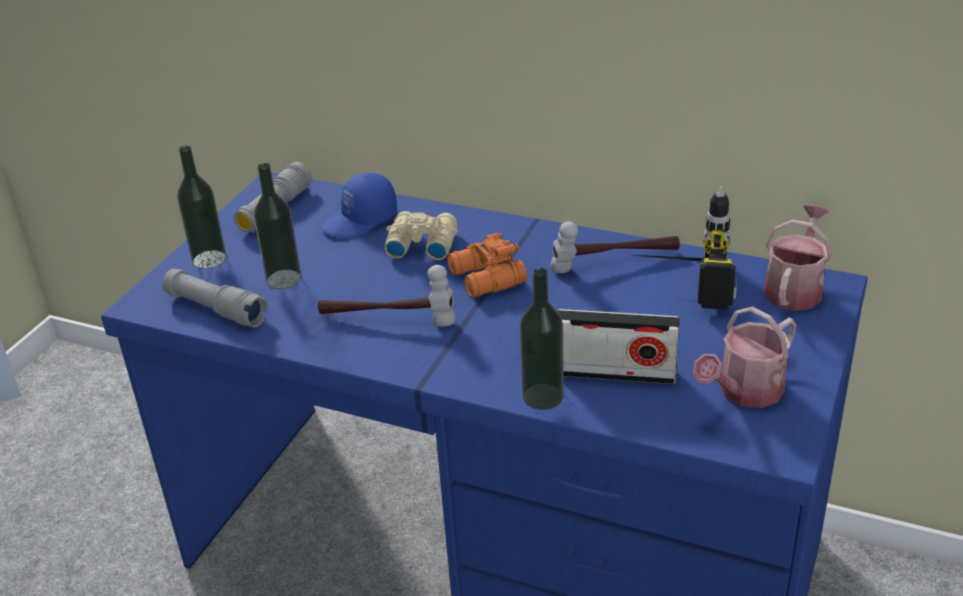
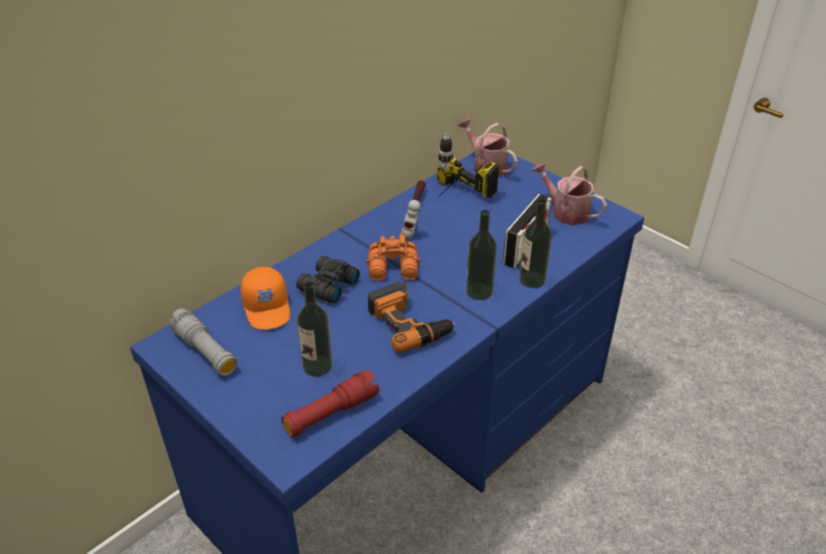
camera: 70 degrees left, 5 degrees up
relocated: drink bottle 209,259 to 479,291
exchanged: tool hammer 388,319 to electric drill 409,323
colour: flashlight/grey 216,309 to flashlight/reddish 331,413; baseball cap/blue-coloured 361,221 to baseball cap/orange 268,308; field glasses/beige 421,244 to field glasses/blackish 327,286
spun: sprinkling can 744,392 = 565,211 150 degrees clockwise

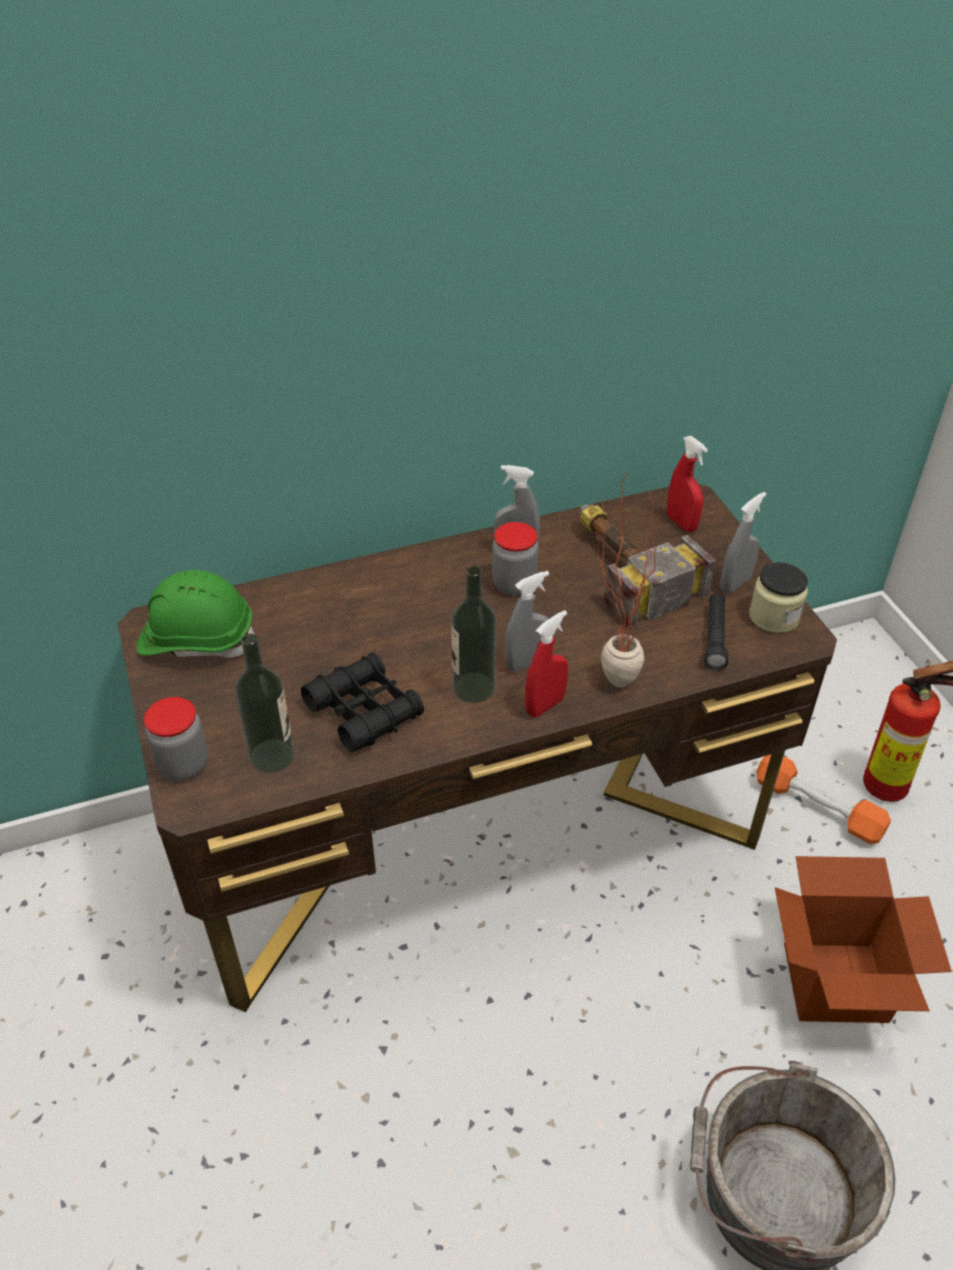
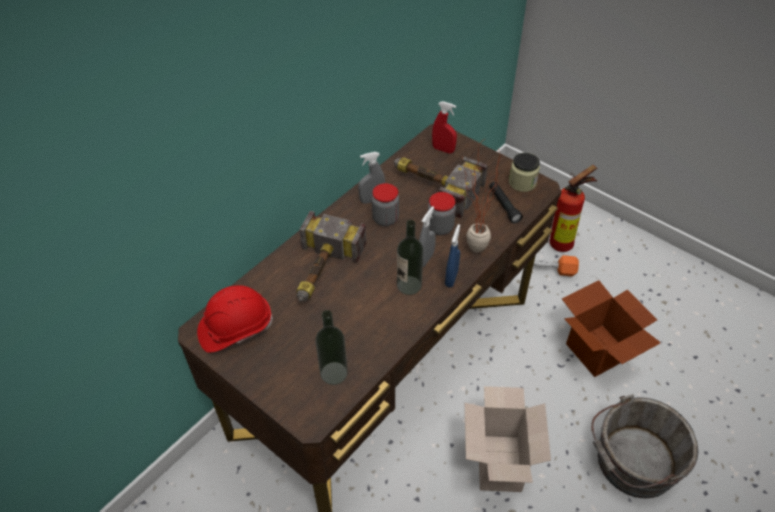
camera: 30 degrees left, 5 degrees up
missing: field glasses/blackish 364,711; sprayer/grey 735,584
appeared: tool hammer 321,272; packing box 497,461
relocated: preserve jar 183,764 to 440,228
colour: safety helmet/green-coloured 197,639 to safety helmet/reddish 235,328; sprayer/reddish 545,705 to sprayer/blue-coloured 451,278

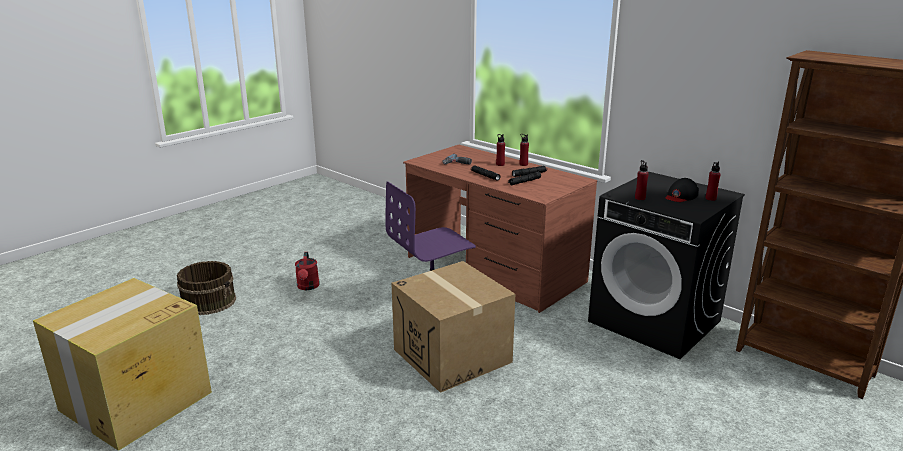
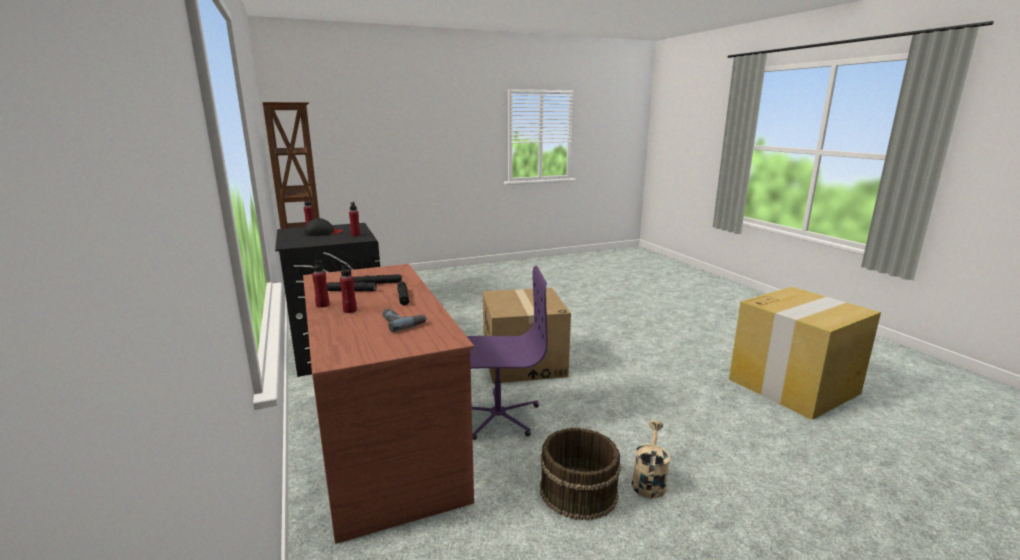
camera: 155 degrees left, 5 degrees down
relocated: water bucket/brown-coloured 209,301 to 577,491
colour: sprinkling can/reddish 308,287 to sprinkling can/beige 649,480

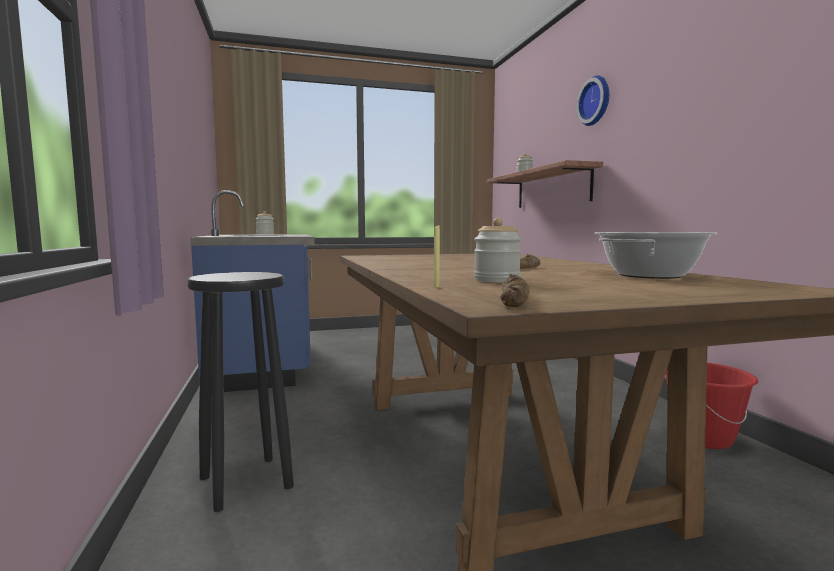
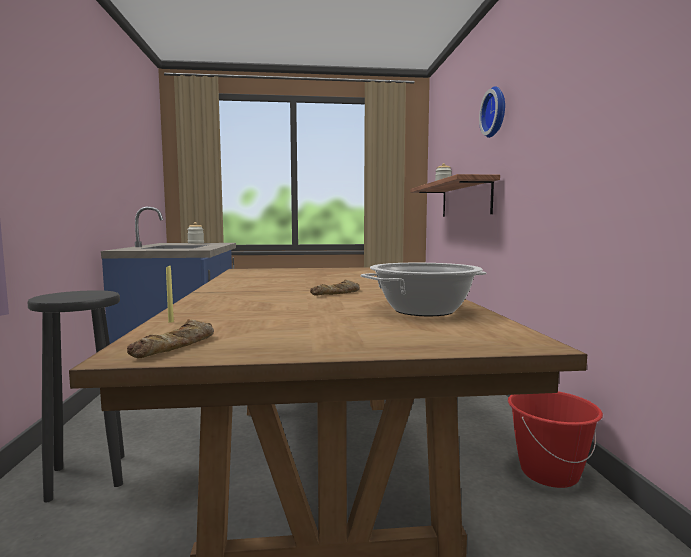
camera: 10 degrees right, 0 degrees up
missing: preserve jar 496,280

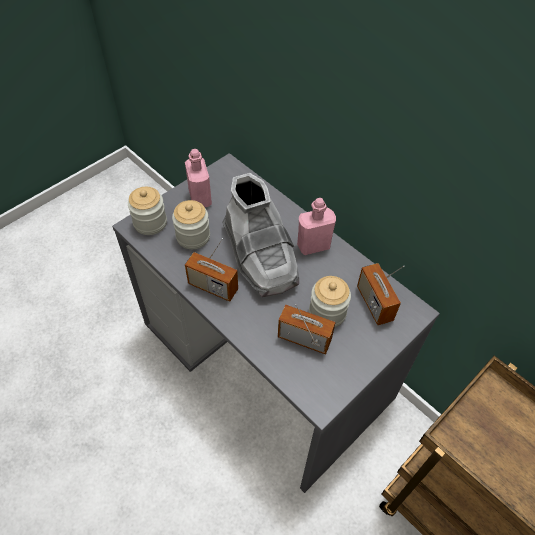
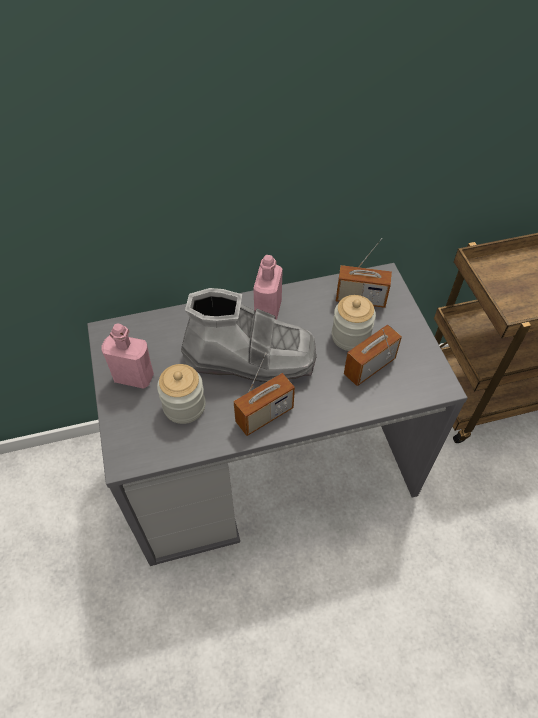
camera: 60 degrees left, 0 degrees up
missing: preserve jar 150,223

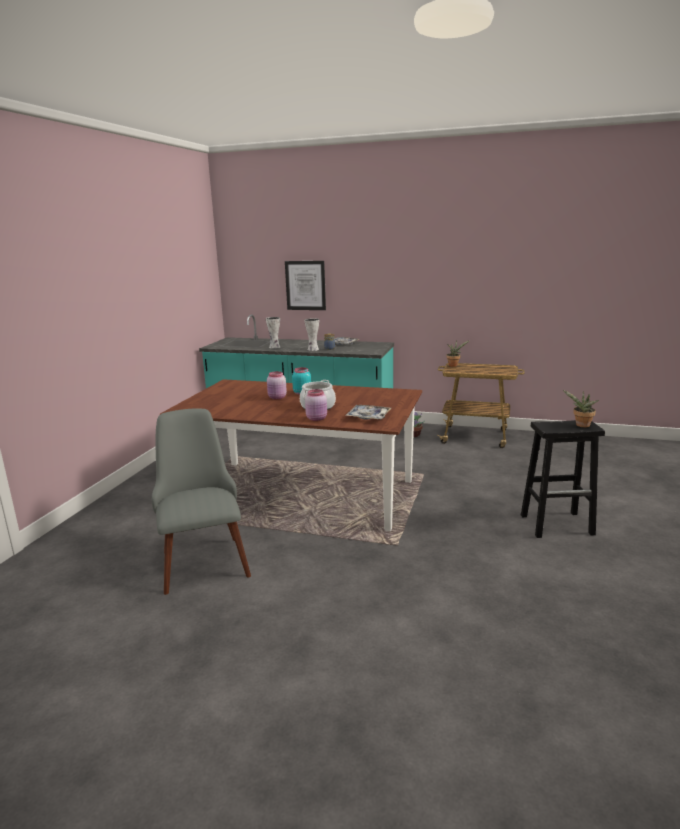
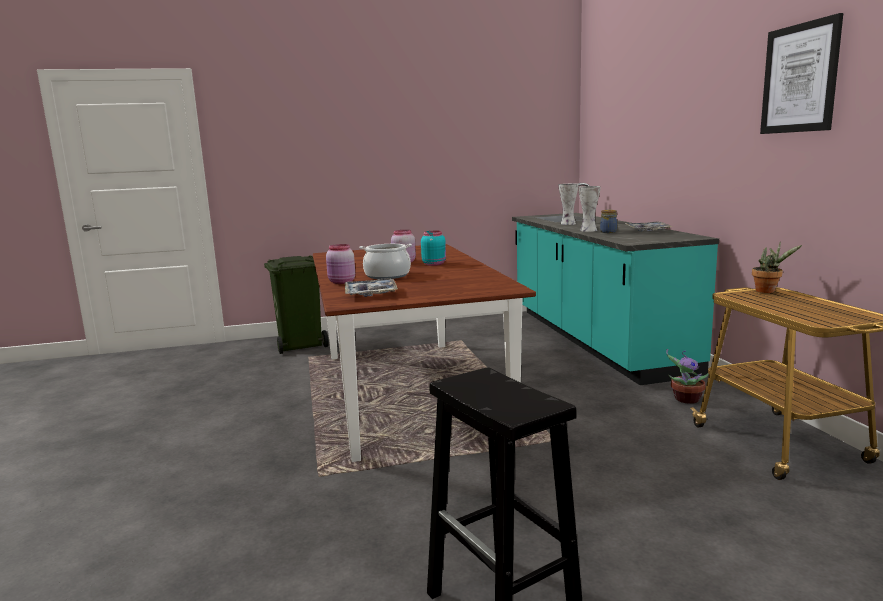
camera: 60 degrees right, 5 degrees down
missing: chair/grey 202,557; potted plant 581,425
appeared: waste bin/green-coloured 301,345
relocated: wall art 305,285 to 800,78

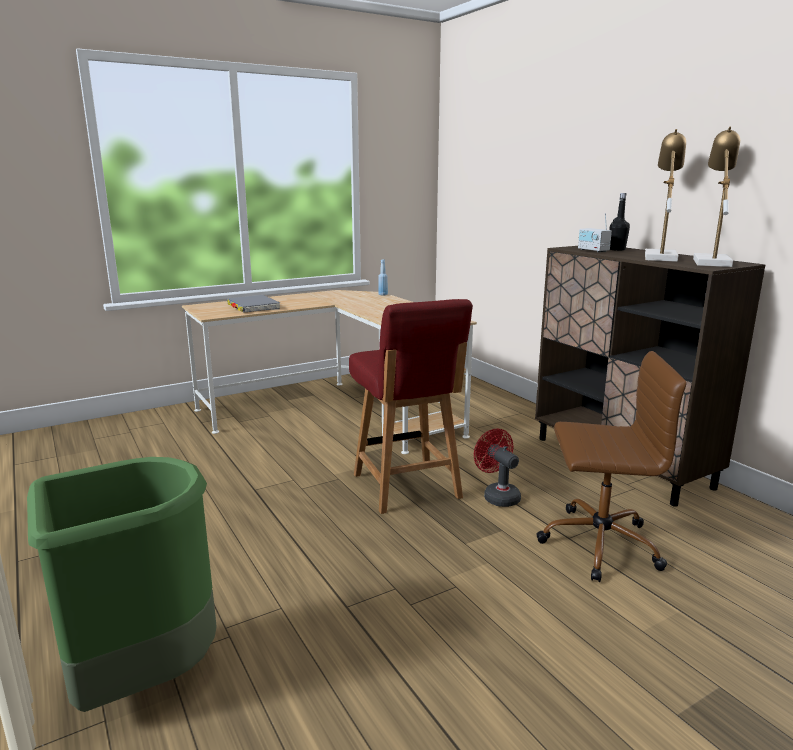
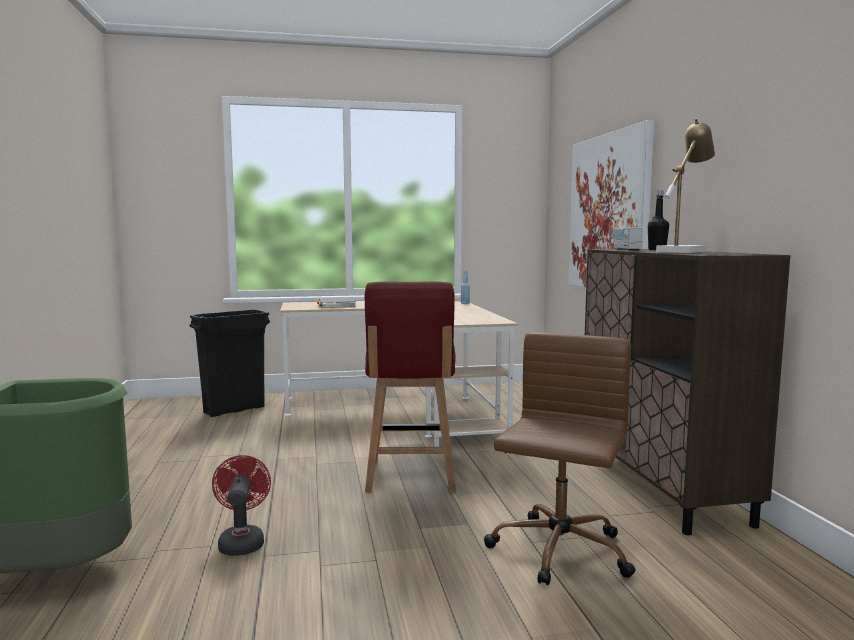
camera: 20 degrees right, 10 degrees down
missing: tabletop lamp 709,261
appeared: waste bin/blackish 234,410; wall art 609,213
relocated: fan/reddish 497,496 to 242,541
spun: desk chair/brown-coloured 597,543 = 558,552 90 degrees counterclockwise

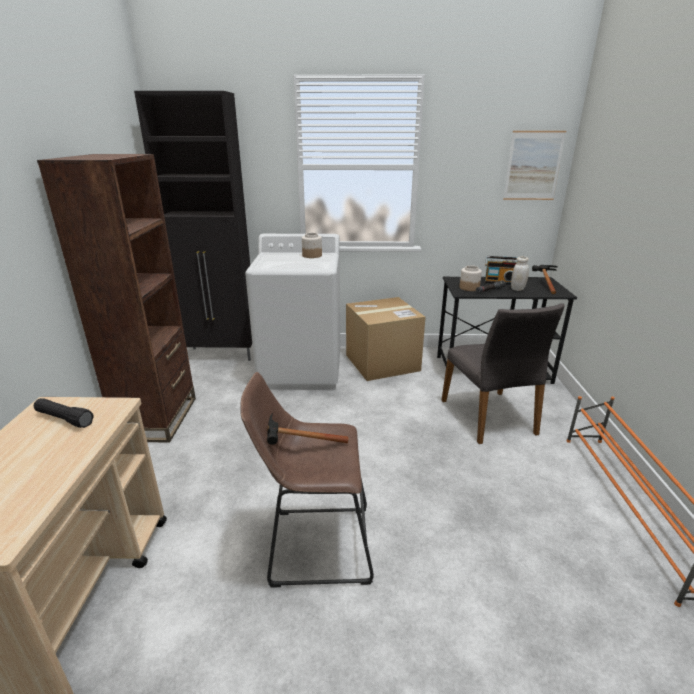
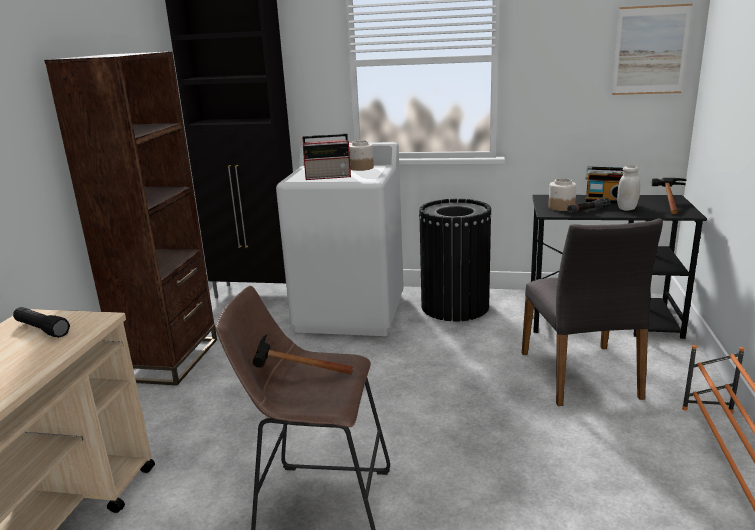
camera: 10 degrees right, 5 degrees down
appeared: radio set 329,176
exchanged: packing box 382,362 to waste bin/blackish 455,306

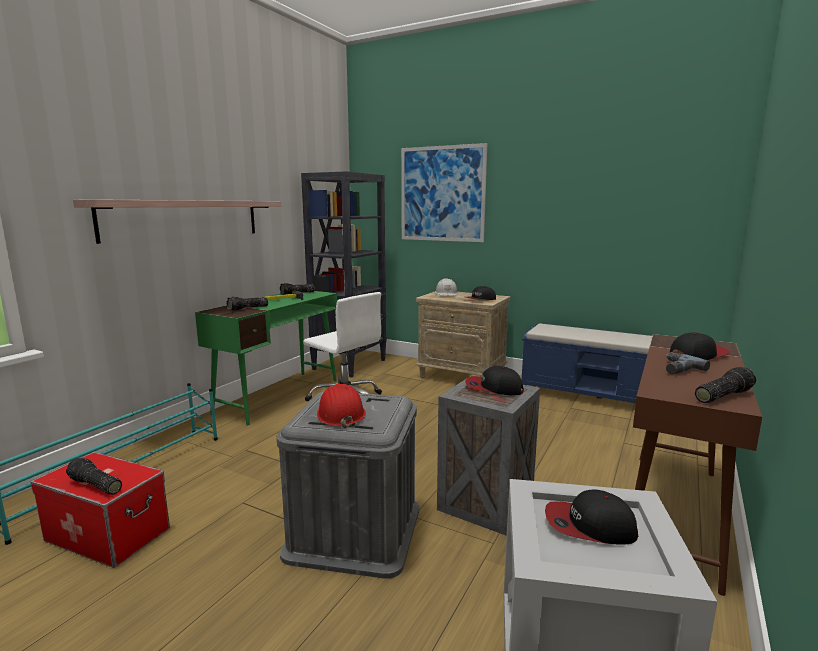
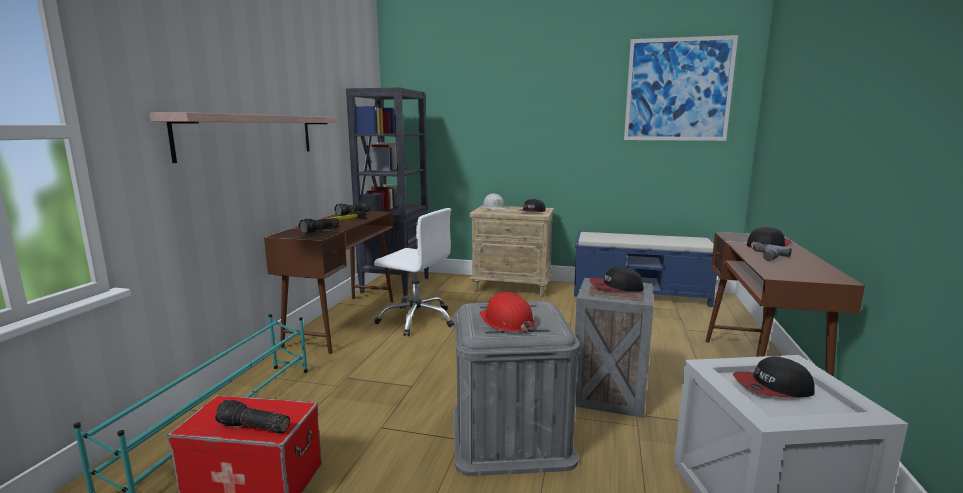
camera: 15 degrees left, 0 degrees up
missing: flashlight 721,395
relocated: wall art 442,194 to 678,90
colour: desk unit/green-coloured 279,396 to desk unit/brown-coloured 343,321

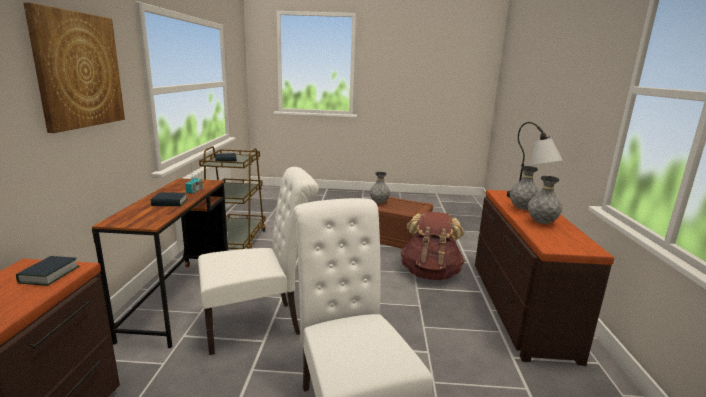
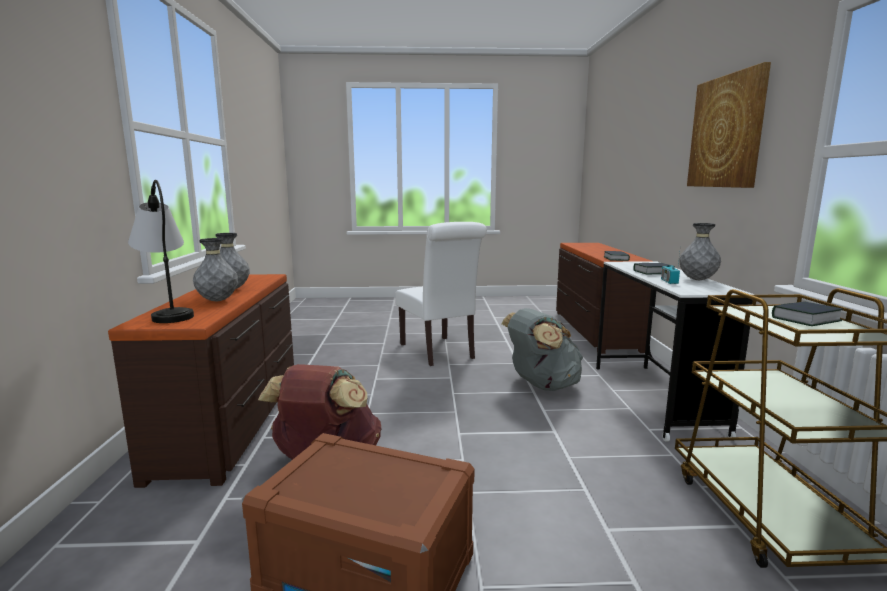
camera: 175 degrees right, 5 degrees down
relocated: flower vase/grey 379,202 to 697,280
exchanged: chair/white-coloured 259,324 to backpack/grey 542,385
colour: desk unit/brown-coloured 180,300 to desk unit/white-coloured 654,398

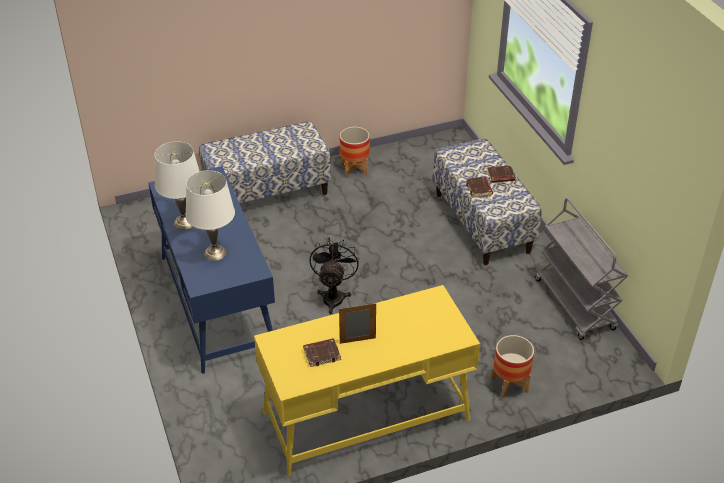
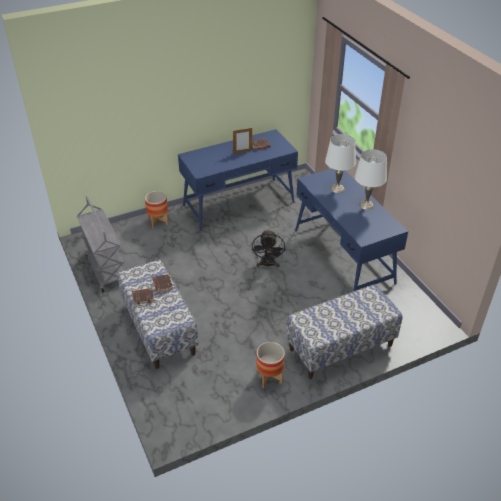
camera: 175 degrees right, 0 degrees up
colour: desk unit/yellow-coloured 365,416 to desk unit/blue-coloured 239,204

